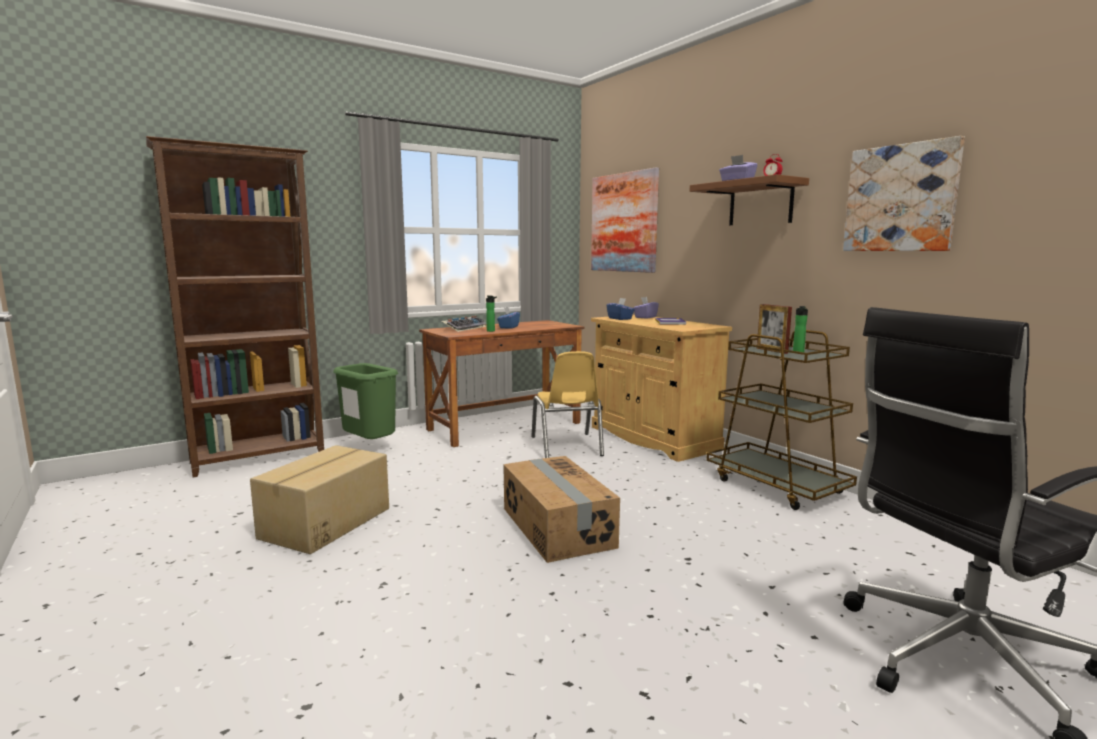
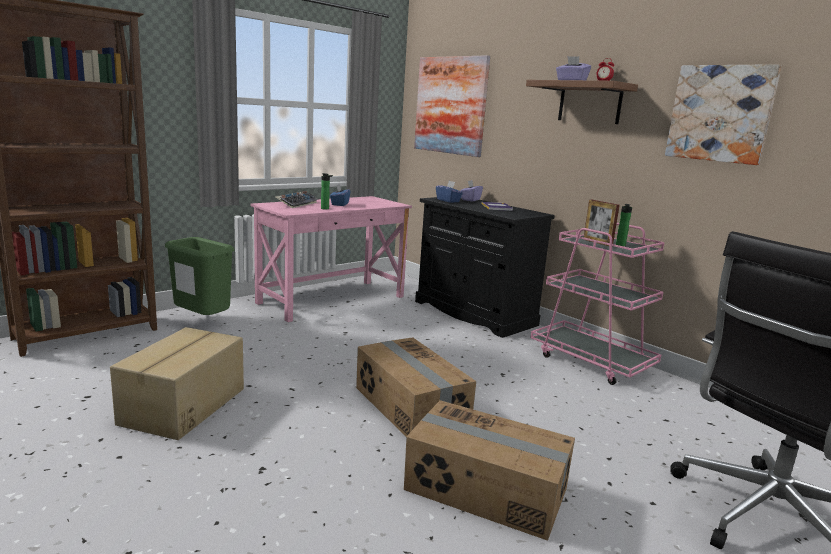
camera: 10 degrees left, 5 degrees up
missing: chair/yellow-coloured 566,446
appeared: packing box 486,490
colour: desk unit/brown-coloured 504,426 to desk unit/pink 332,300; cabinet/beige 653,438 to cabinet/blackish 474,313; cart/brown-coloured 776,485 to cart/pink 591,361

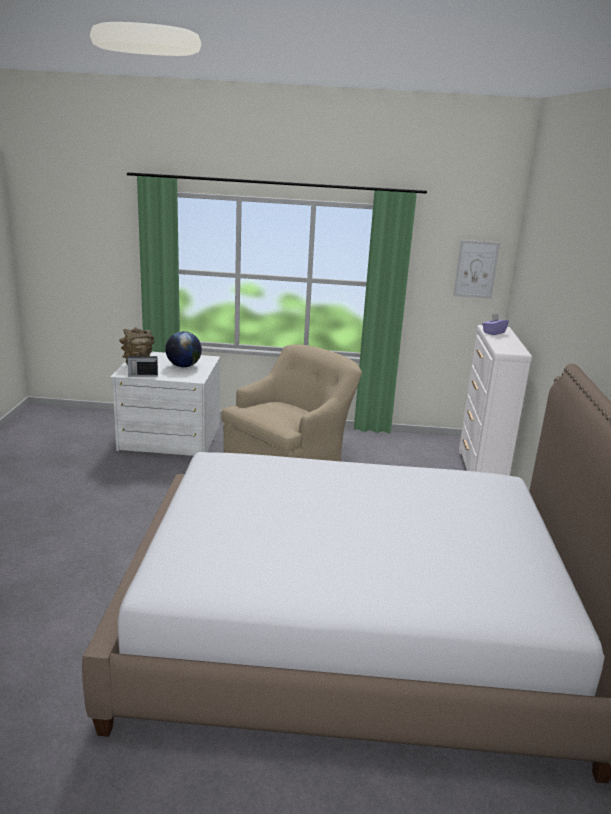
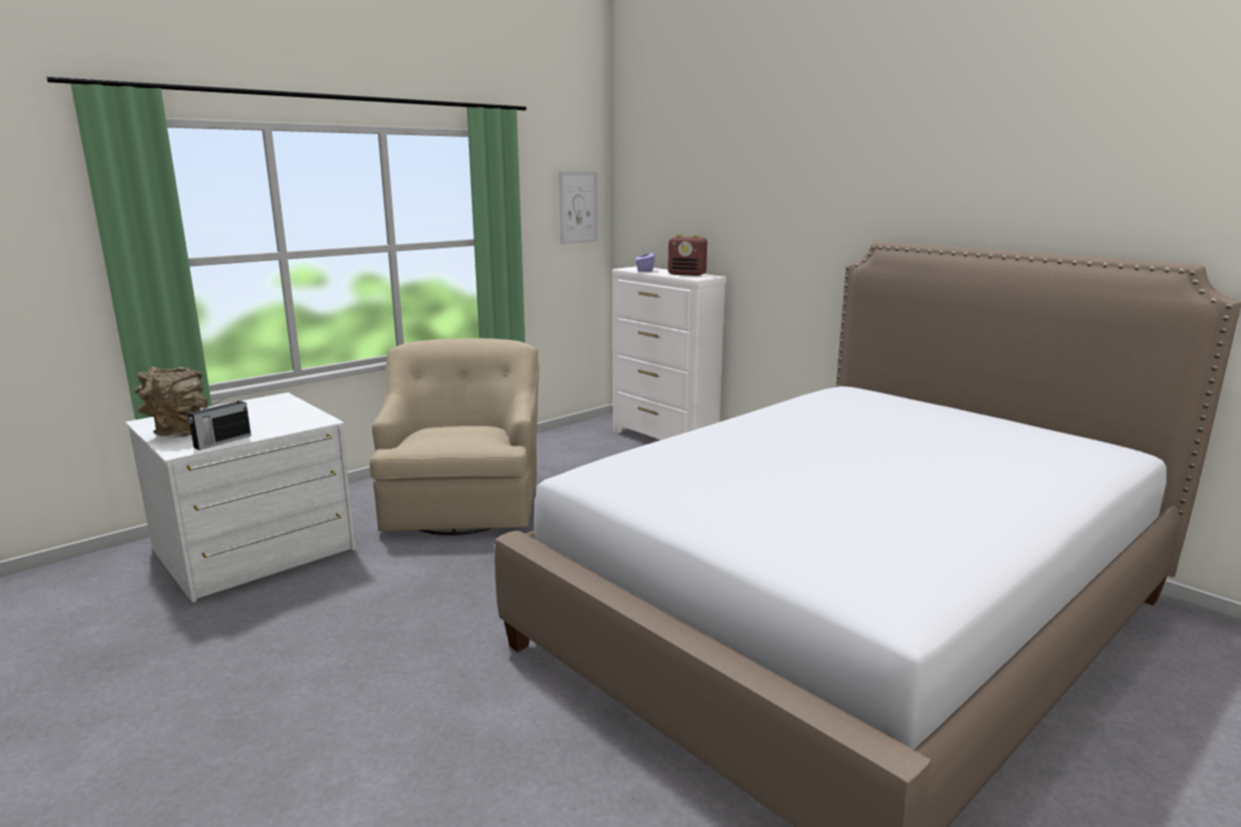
camera: 45 degrees left, 5 degrees down
missing: world globe 183,366
appeared: radio set 687,274

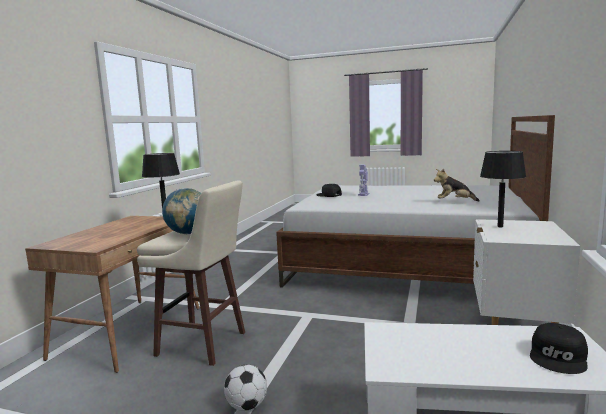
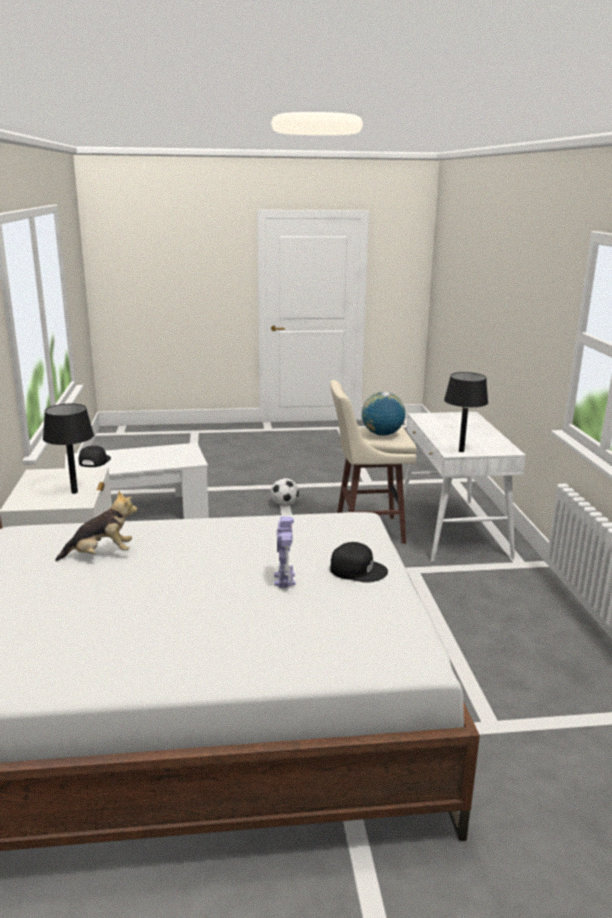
camera: 155 degrees right, 10 degrees up
colour: desk unit/brown-coloured 130,331 to desk unit/white-coloured 453,530

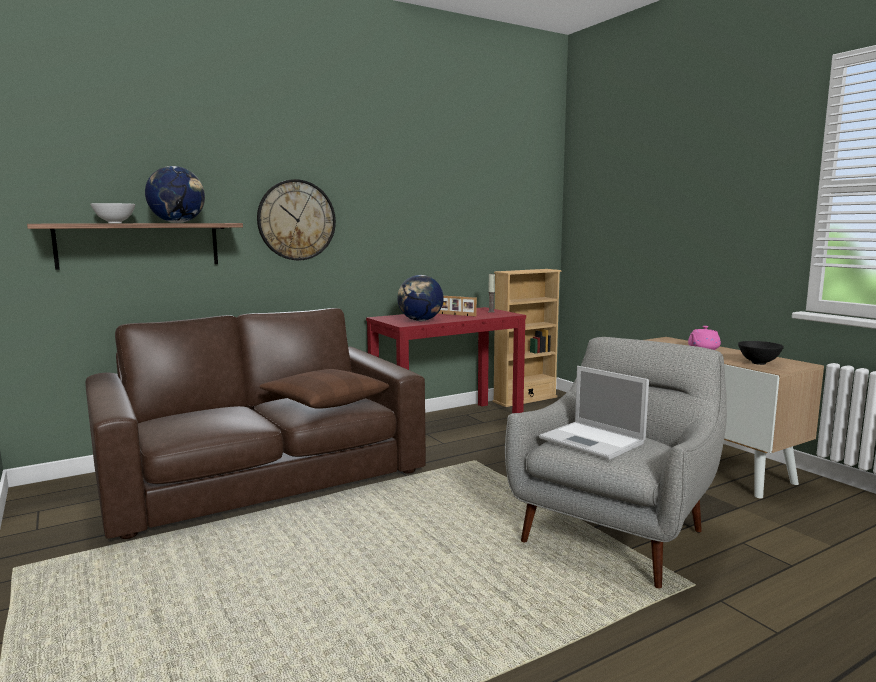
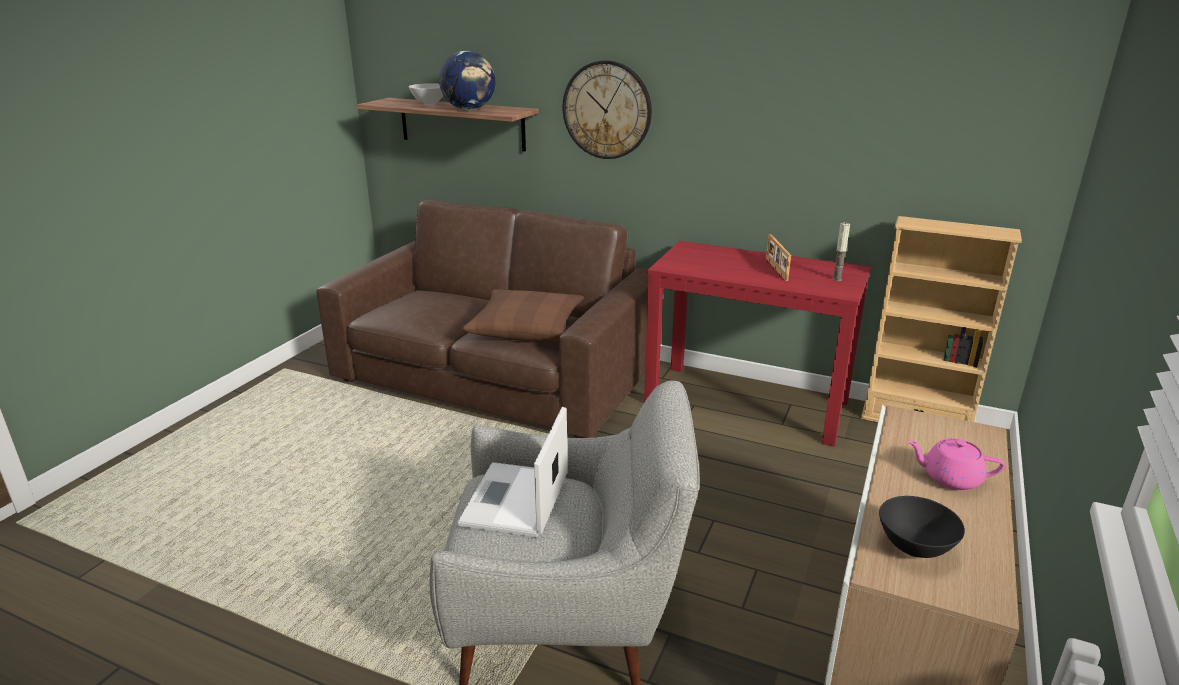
camera: 55 degrees right, 15 degrees up
missing: world globe 420,320

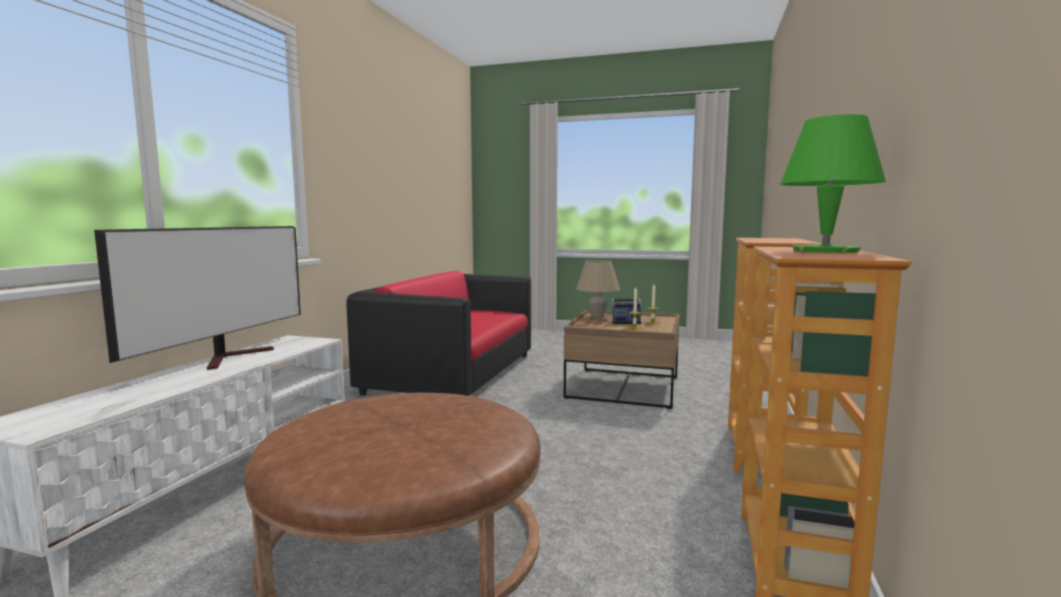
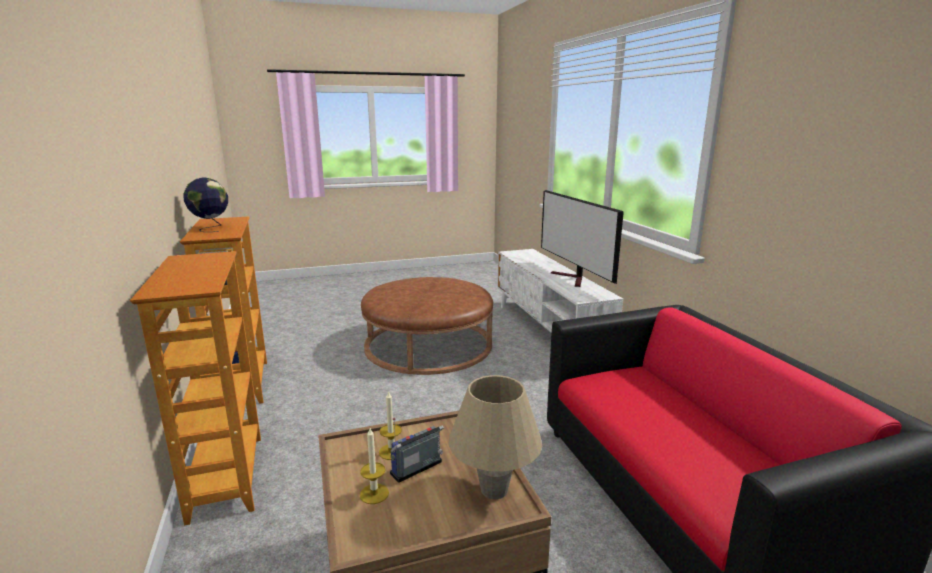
camera: 145 degrees right, 10 degrees up
exchanged: tabletop lamp/green-coloured 826,251 to world globe 211,229

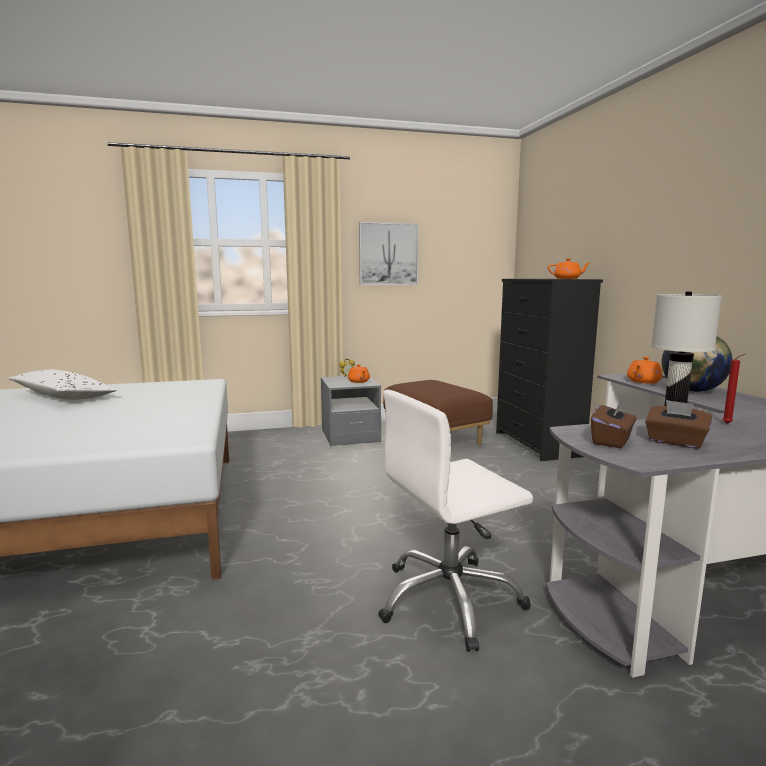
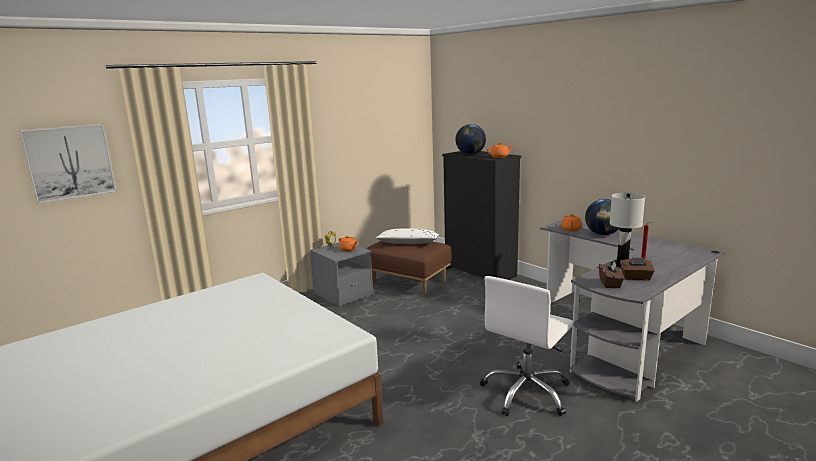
camera: 25 degrees left, 5 degrees up
appeared: world globe 470,154
relocated: throw pillow/white-coloured 63,397 to 408,243; wall art 388,254 to 70,162

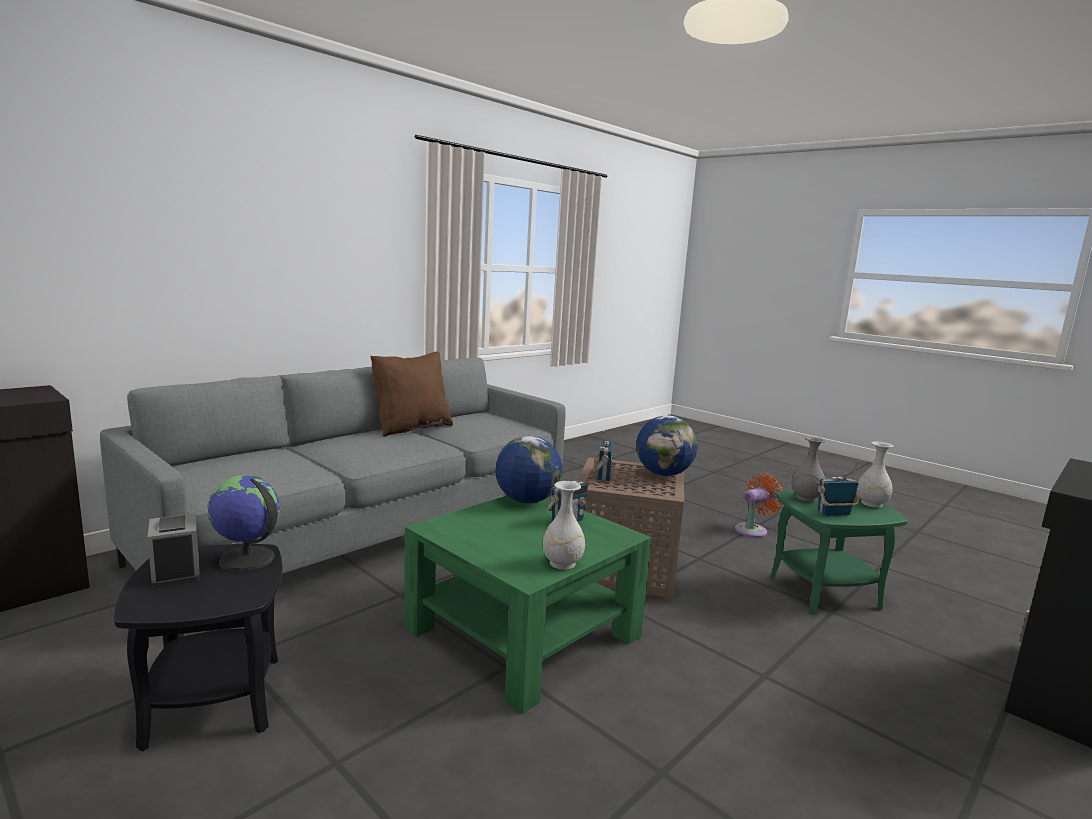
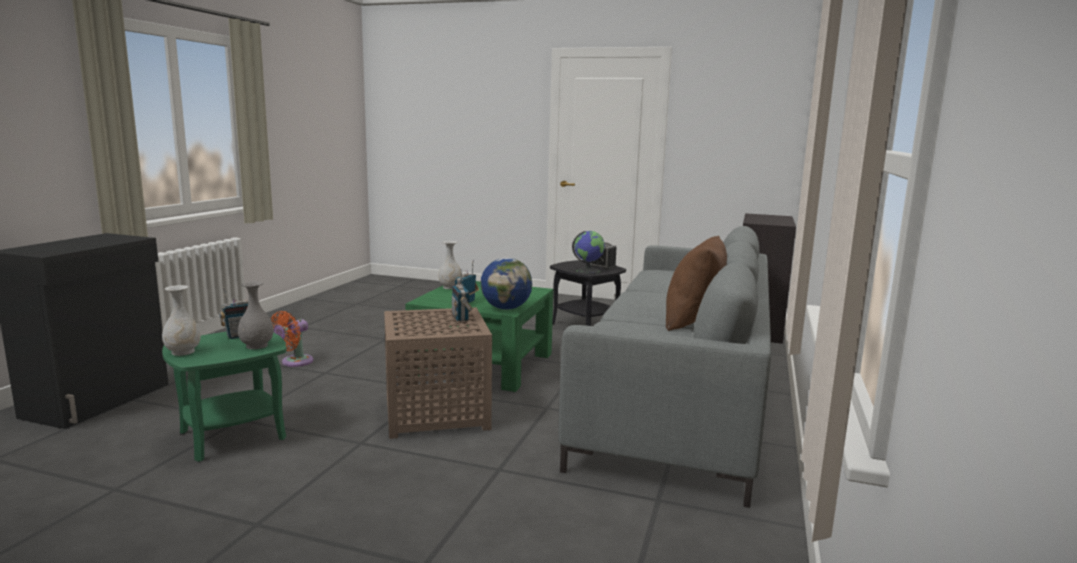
camera: 155 degrees right, 0 degrees up
missing: world globe 663,474
relocated: fan/orange 753,530 to 294,362

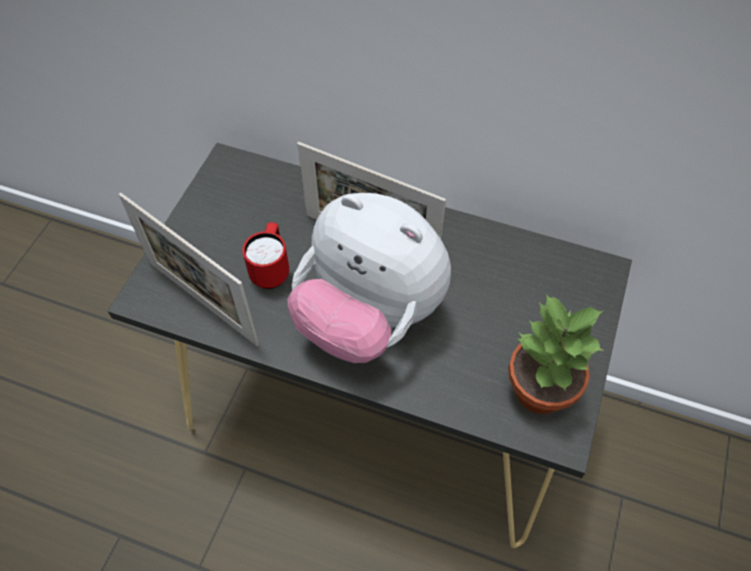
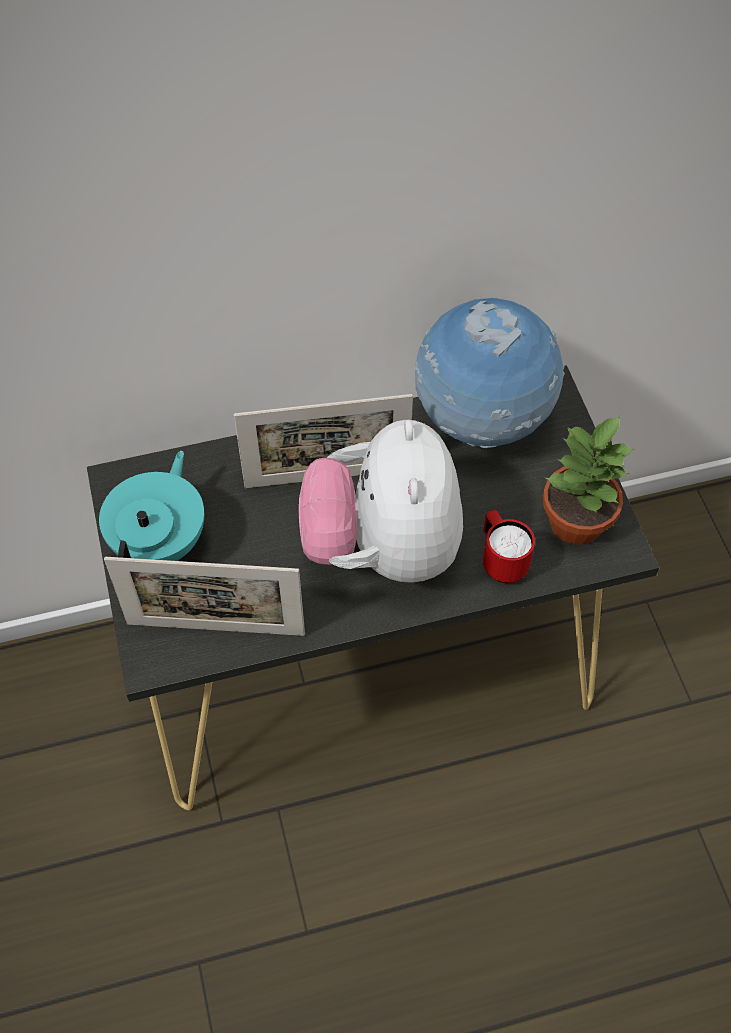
camera: 35 degrees left, 0 degrees up
appeared: teapot/turquoise-coloured 161,542; world globe 482,422
relocated: coffee mug/reddish 271,269 to 501,561
spun: plush toy 368,316 = 383,547 90 degrees clockwise

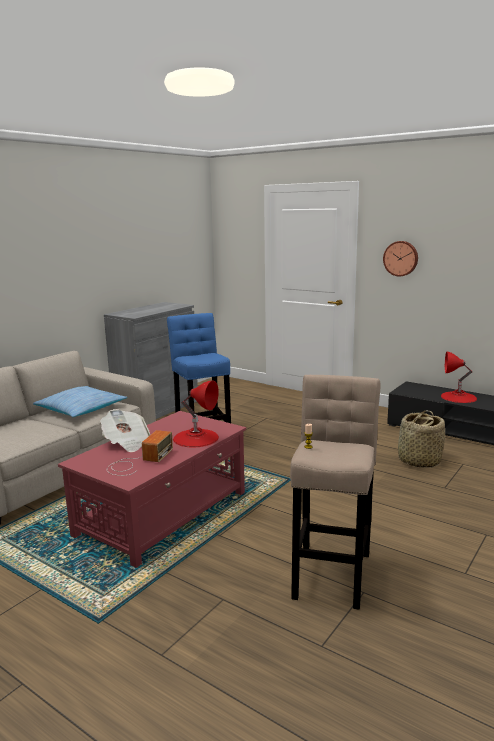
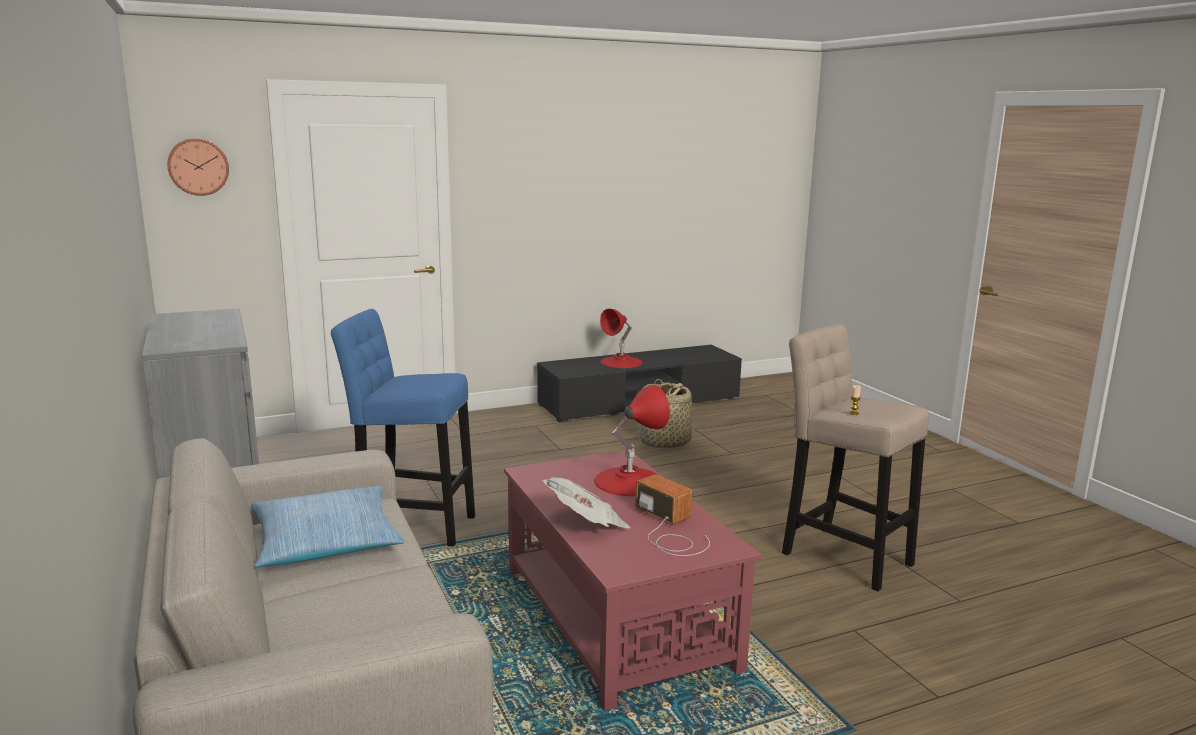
camera: 60 degrees left, 0 degrees up
relocated: clock on the wall 401,258 to 198,166

